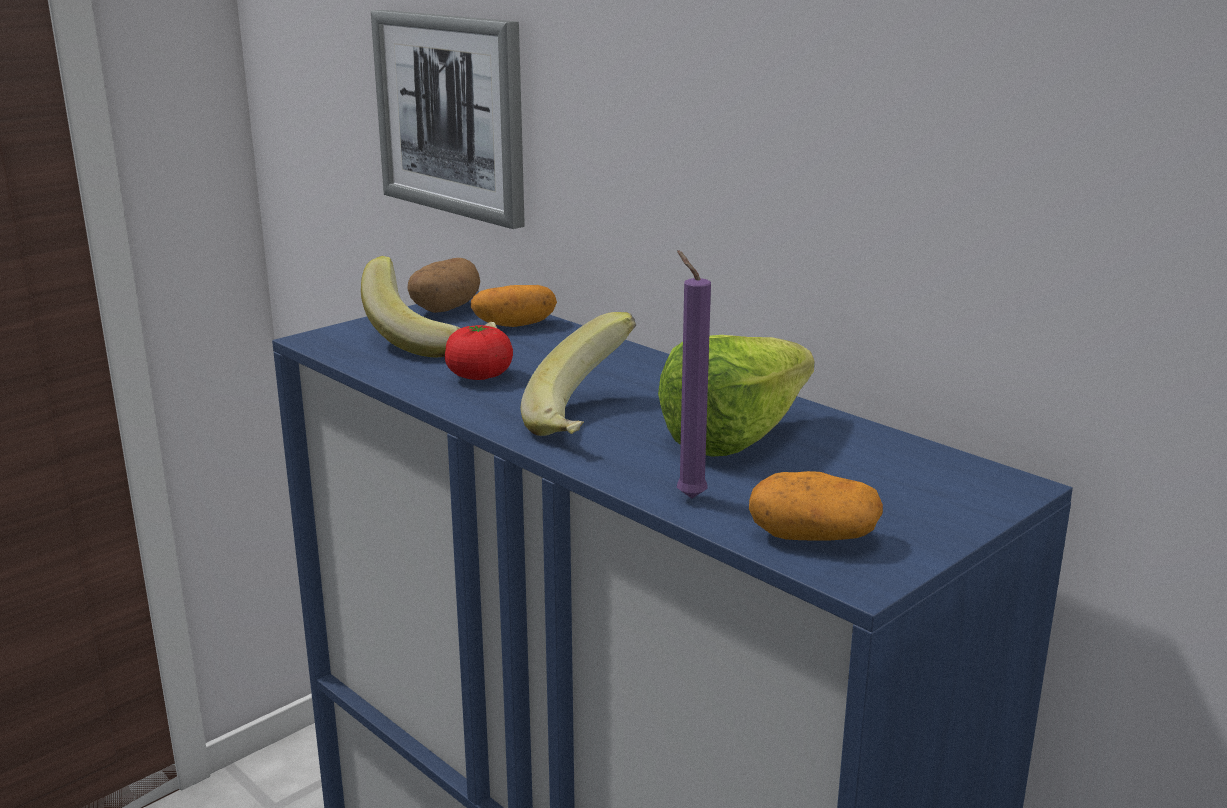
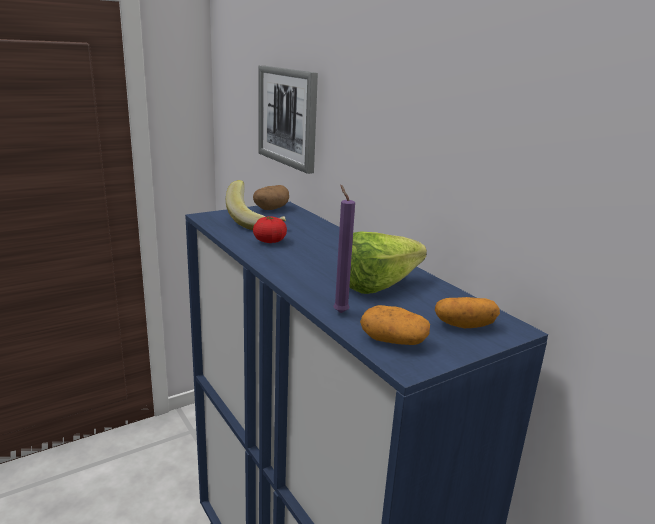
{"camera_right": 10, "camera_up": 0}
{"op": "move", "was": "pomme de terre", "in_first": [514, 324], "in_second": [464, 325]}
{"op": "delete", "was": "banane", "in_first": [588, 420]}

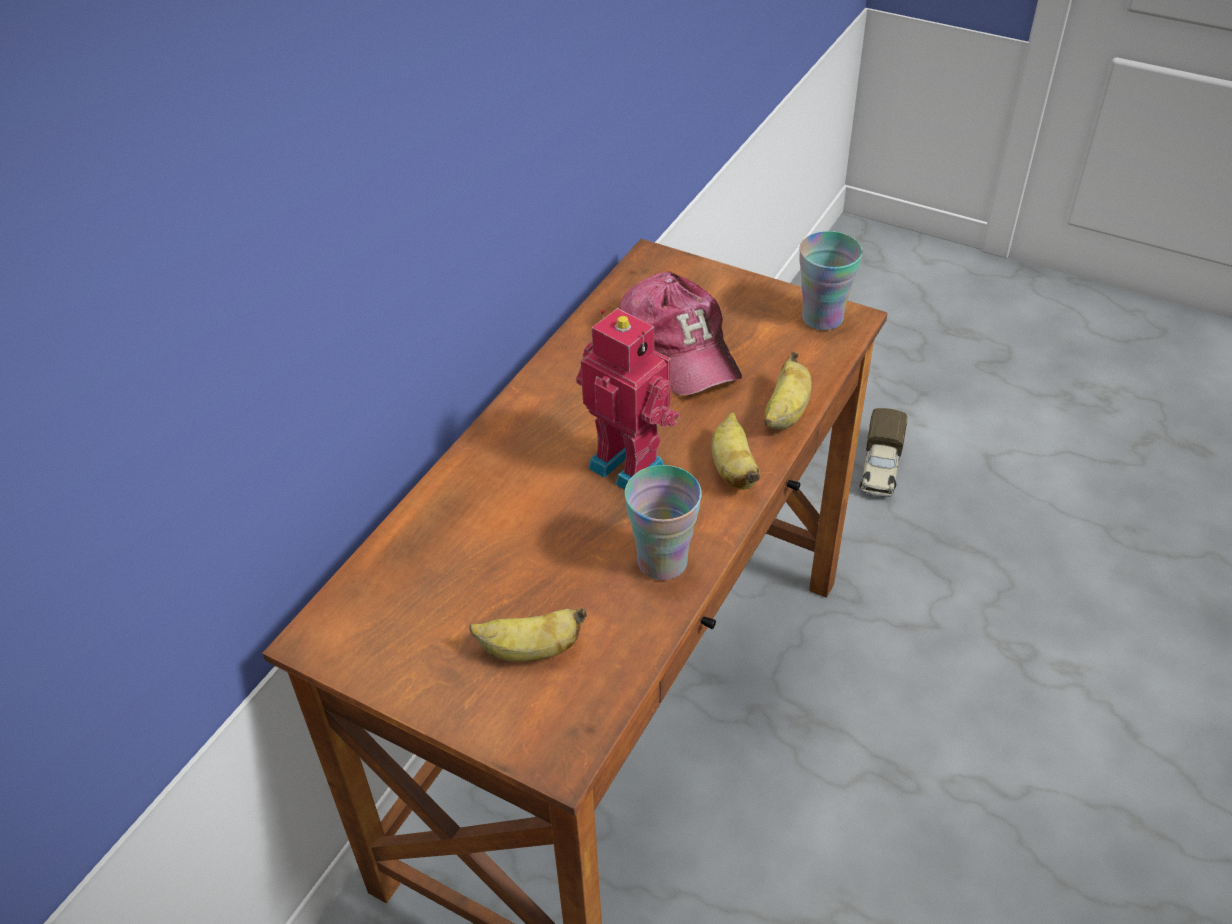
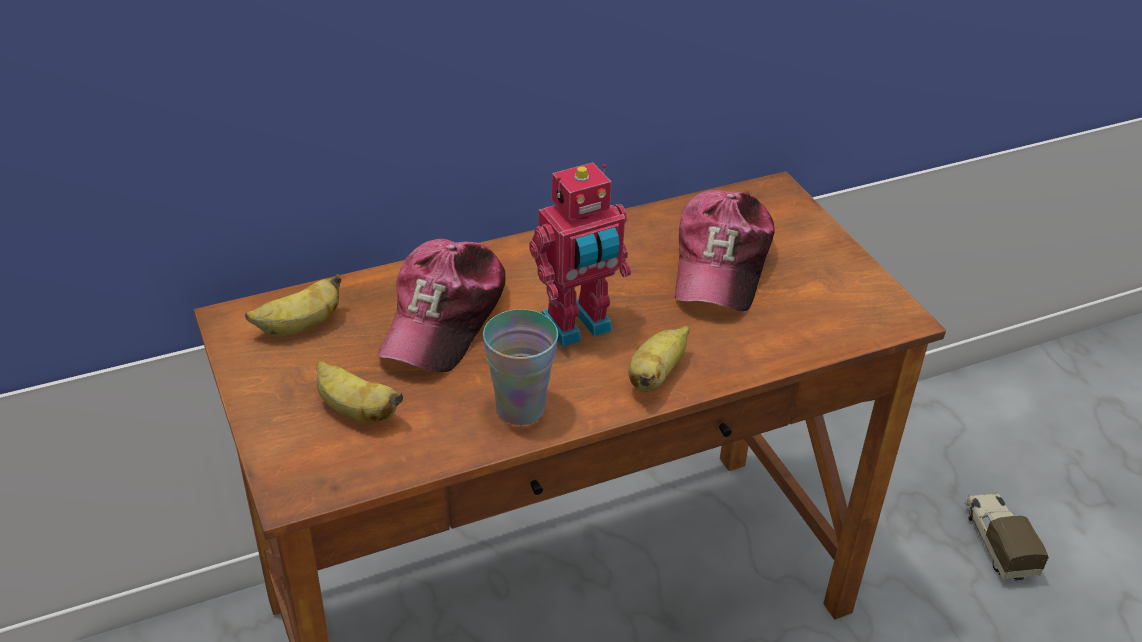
{"camera_right": 35, "camera_up": -5}
{"op": "rotate", "was": "robot jouet", "in_first": [629, 463], "in_second": [578, 327], "clockwise": 75}
{"op": "move", "was": "banane", "in_first": [785, 413], "in_second": [299, 326]}
{"op": "delete", "was": "tasse", "in_first": [822, 318]}
{"op": "rotate", "was": "camion jouet", "in_first": [880, 468], "in_second": [997, 543], "clockwise": 120}
{"op": "insert", "now": "casquette", "in_second": [444, 318]}

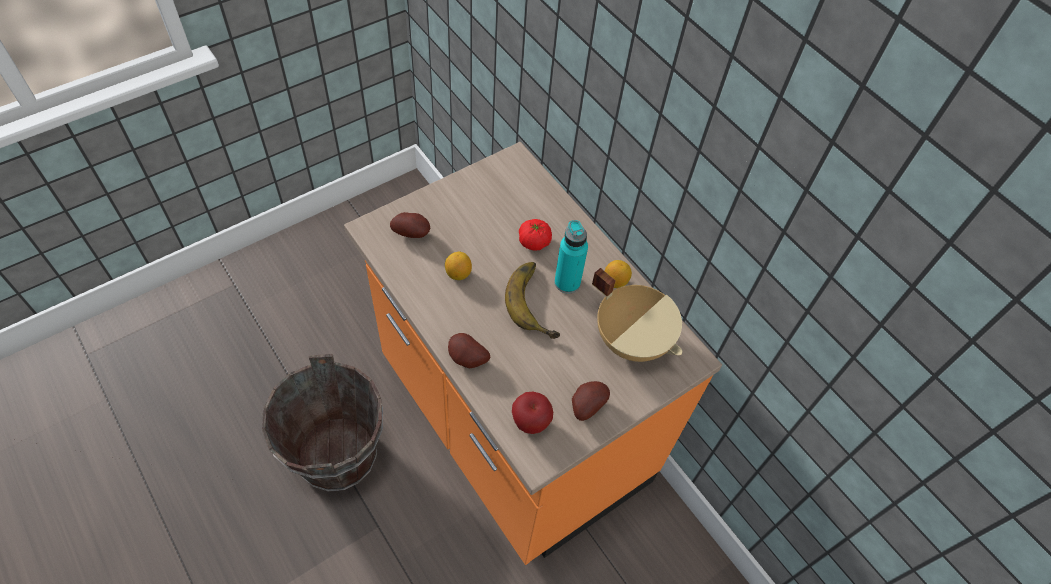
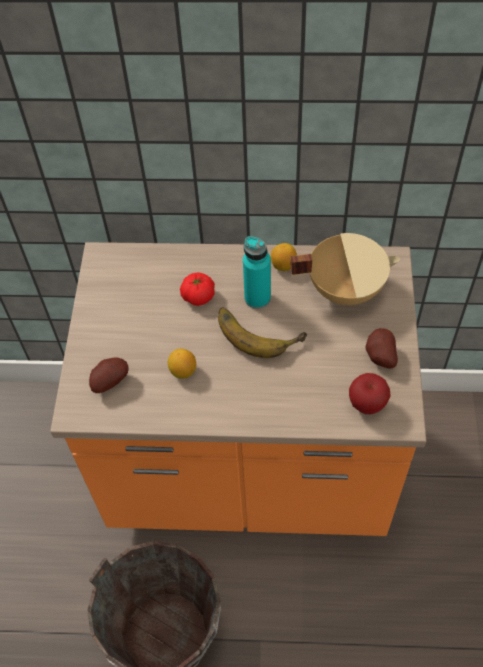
{"camera_right": -45, "camera_up": 0}
{"op": "delete", "was": "pomme de terre", "in_first": [467, 360]}

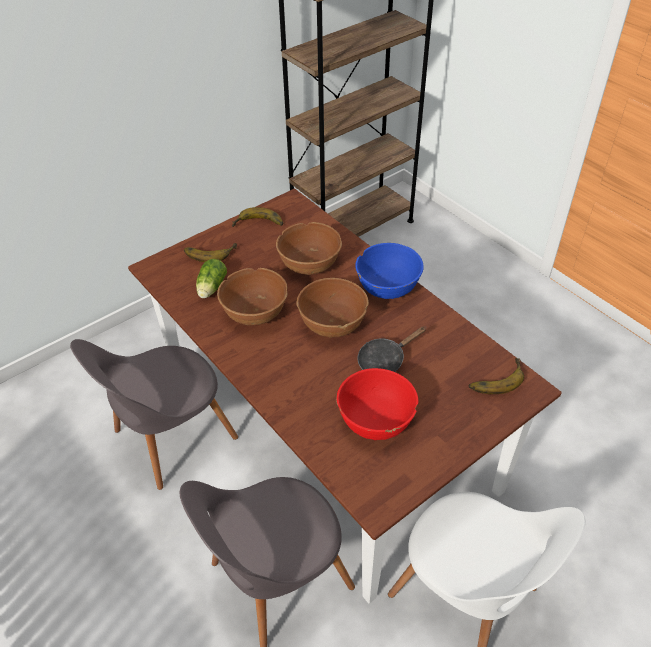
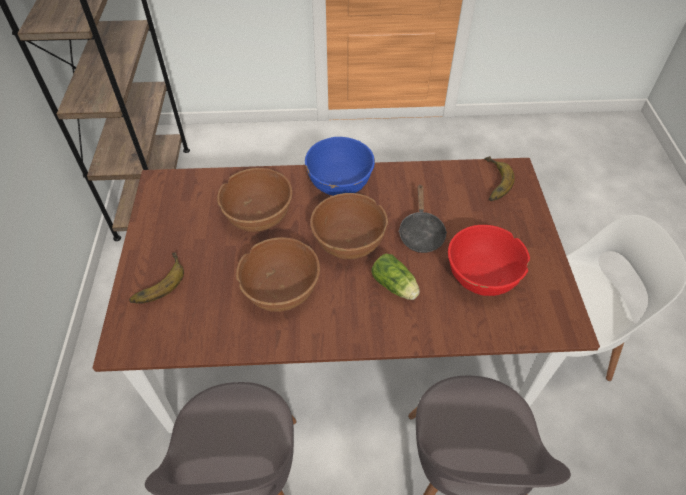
{"camera_right": -55, "camera_up": 5}
{"op": "move", "was": "laitue", "in_first": [211, 288], "in_second": [395, 287]}
{"op": "delete", "was": "banane", "in_first": [258, 225]}

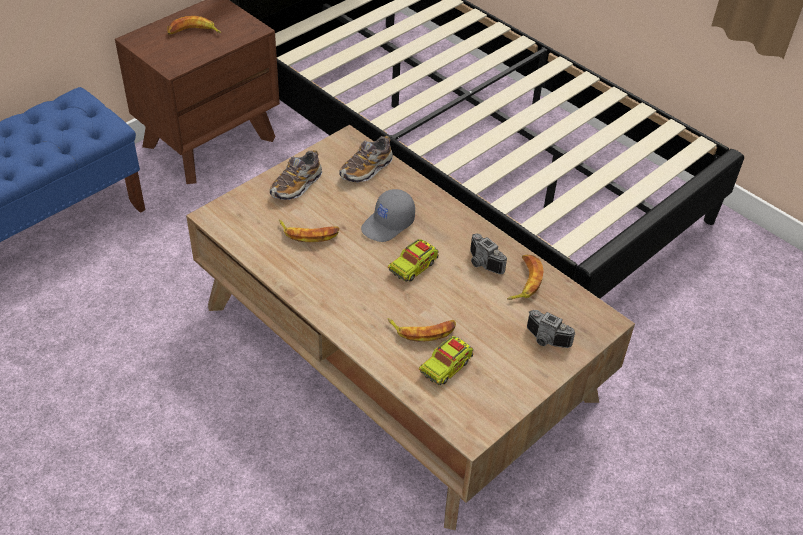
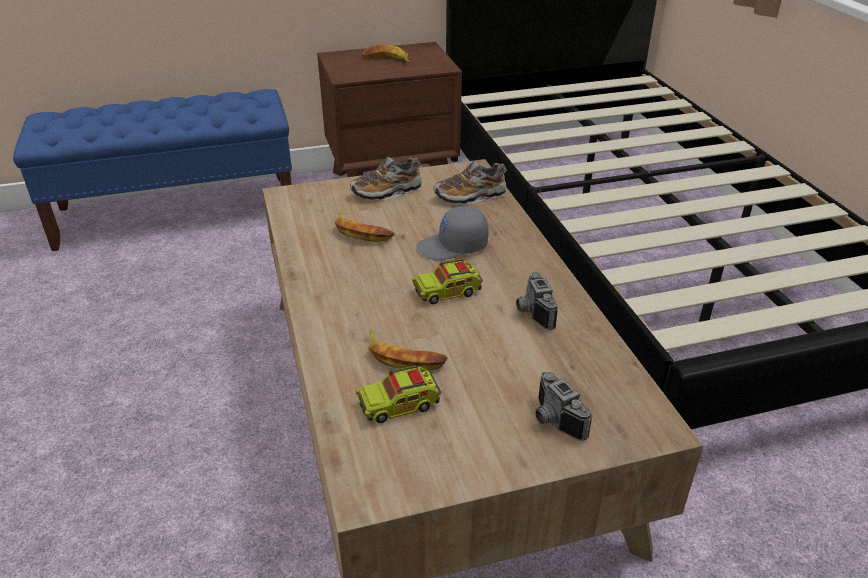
{"camera_right": 30, "camera_up": -10}
{"op": "delete", "was": "banane", "in_first": [524, 281]}

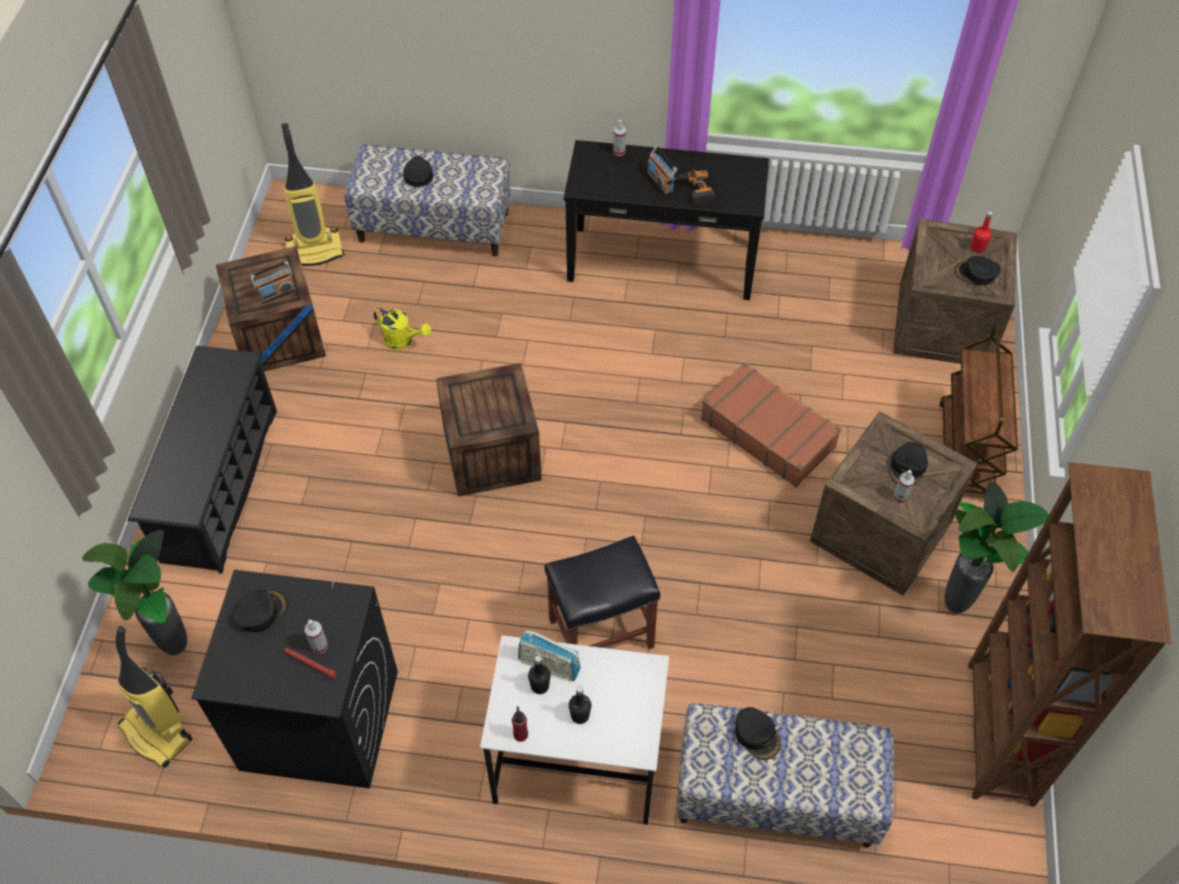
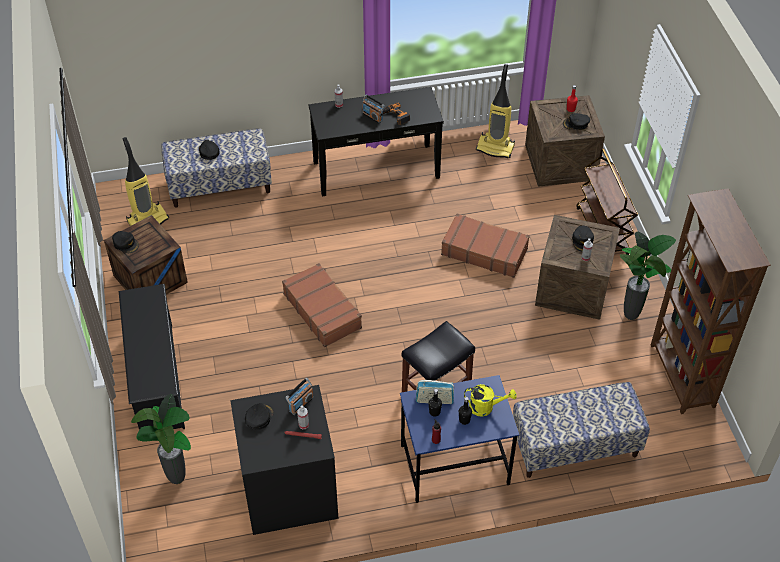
{"camera_right": -20, "camera_up": -5}
{"op": "move", "was": "aspirateur", "in_first": [158, 732], "in_second": [495, 147]}
{"op": "move", "was": "radio", "in_first": [277, 293], "in_second": [301, 404]}
{"op": "move", "was": "arrosoir (jaune)", "in_first": [403, 340], "in_second": [486, 407]}
{"op": "replace", "was": "caisse", "now": "valise (marron)", "in_first": [492, 454], "in_second": [322, 310]}
{"op": "recolor", "was": "bureau (blanc)", "now": "bureau (bleu)", "in_first": [576, 762], "in_second": [454, 465]}
{"op": "move", "was": "casquette (noir)", "in_first": [757, 735], "in_second": [126, 244]}

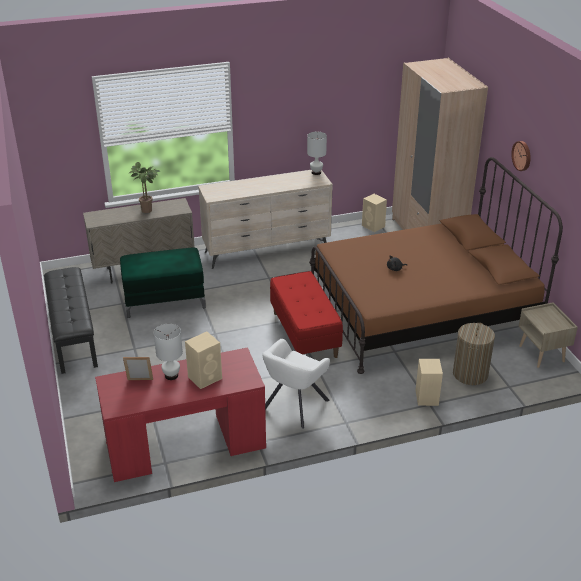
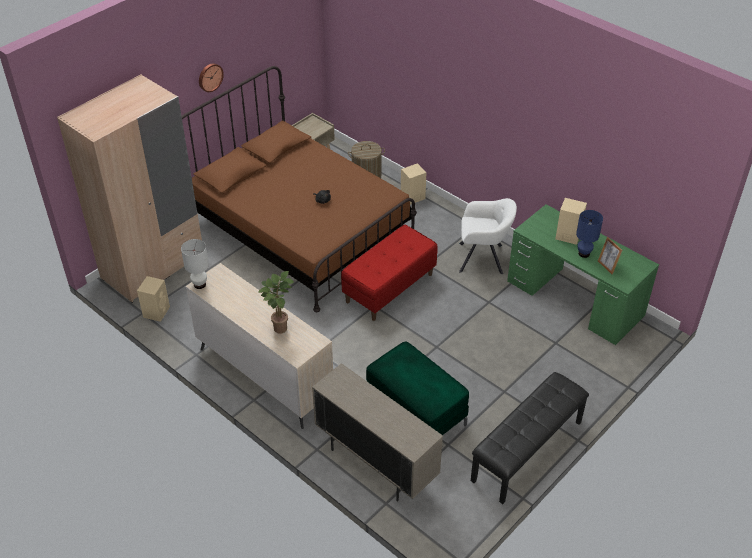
{"camera_right": -120, "camera_up": 10}
{"op": "recolor", "was": "bureau (rouge)", "now": "bureau (vert)", "in_first": [184, 442], "in_second": [575, 298]}
{"op": "move", "was": "plante en pot", "in_first": [148, 210], "in_second": [279, 327]}
{"op": "recolor", "was": "lampe de table (blanc)", "now": "lampe de table (bleu)", "in_first": [172, 375], "in_second": [583, 253]}

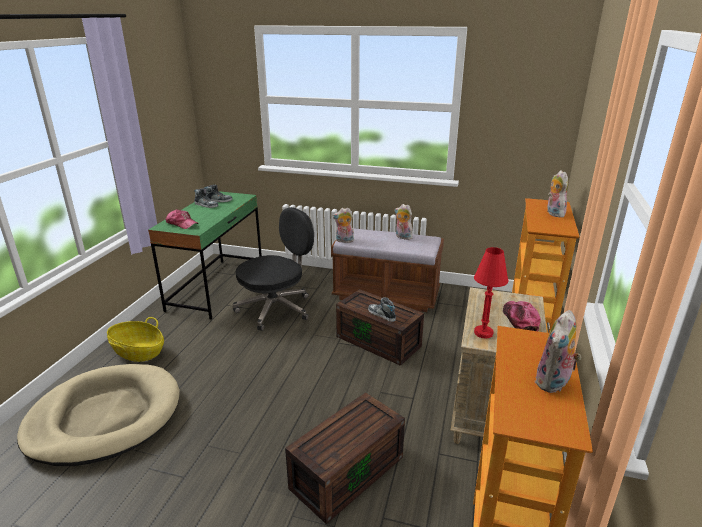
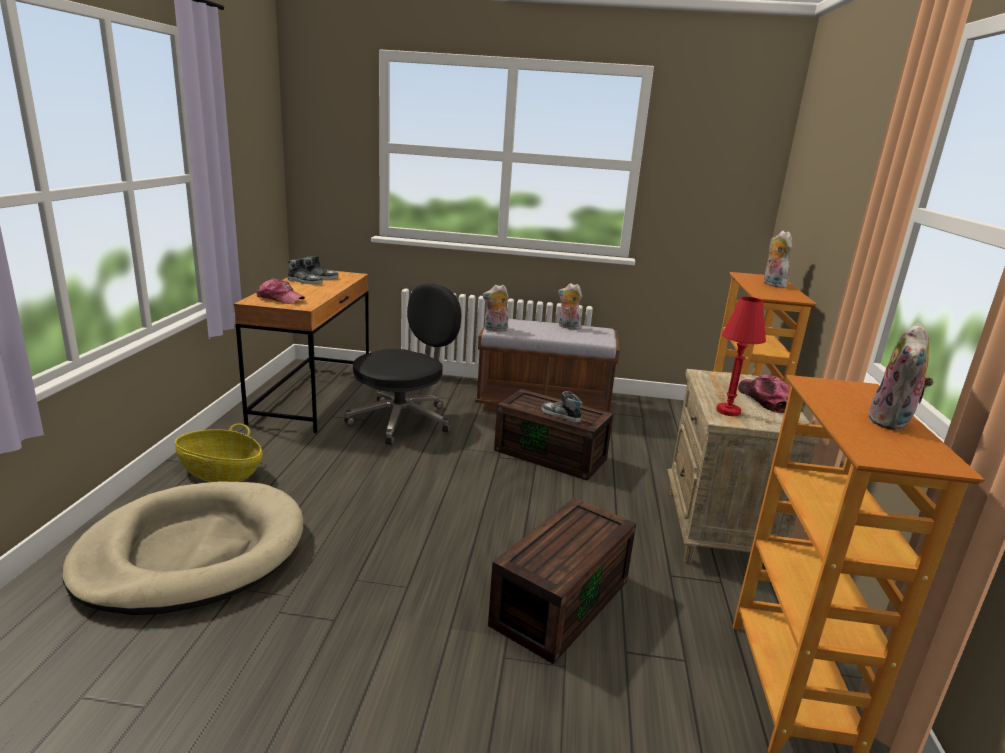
{"camera_right": -10, "camera_up": -5}
{"op": "recolor", "was": "bureau (vert)", "now": "bureau (marron)", "in_first": [217, 287], "in_second": [313, 397]}

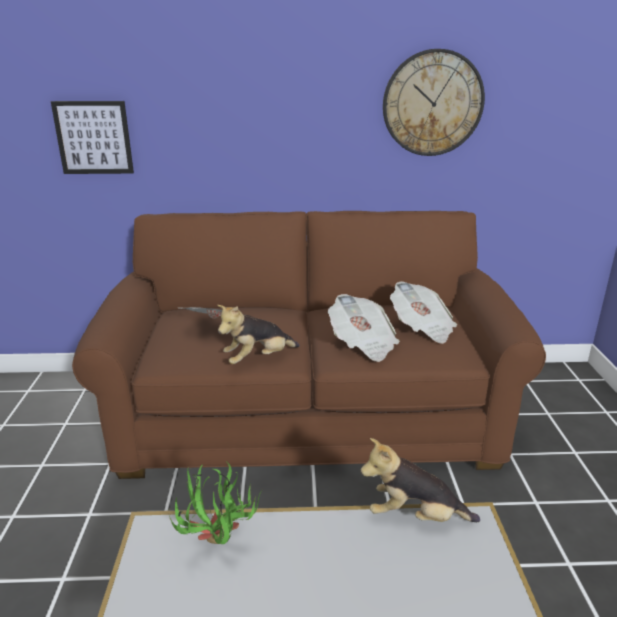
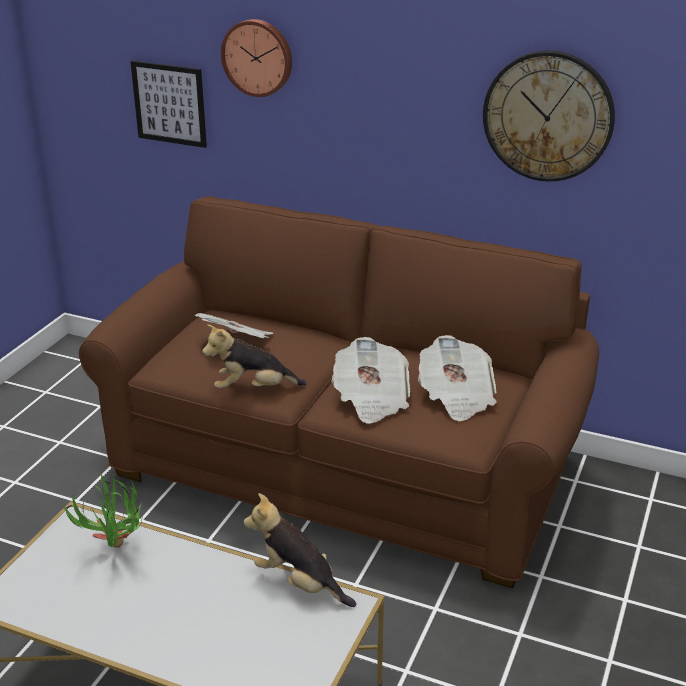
{"camera_right": 25, "camera_up": 5}
{"op": "insert", "now": "horloge murale", "in_second": [258, 57]}

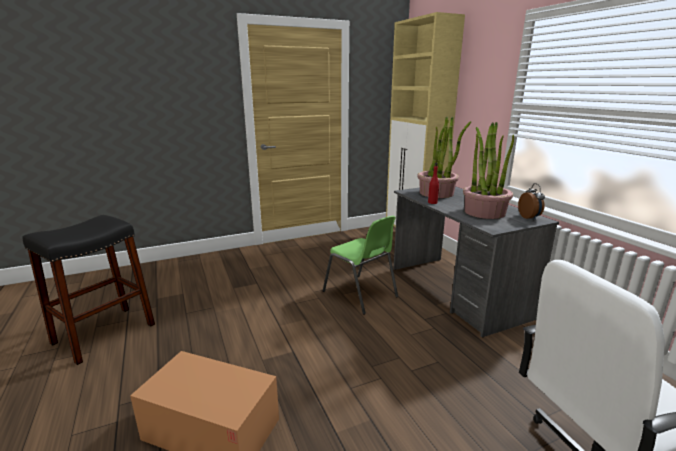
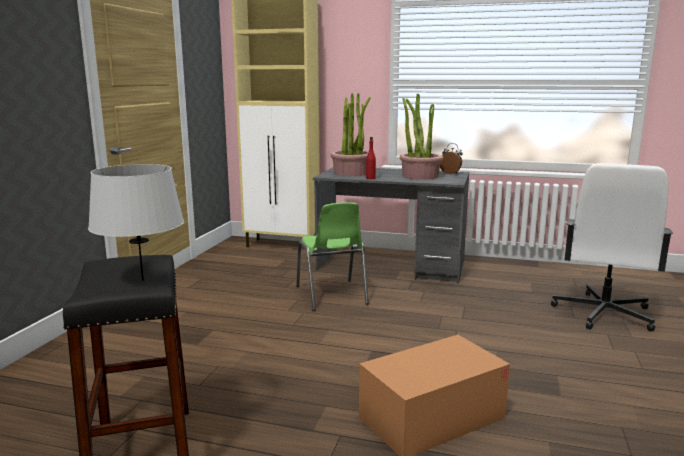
{"camera_right": -50, "camera_up": -5}
{"op": "rotate", "was": "chaise (vert)", "in_first": [361, 294], "in_second": [331, 295], "clockwise": 75}
{"op": "insert", "now": "lampe de table (gris)", "in_second": [143, 280]}

